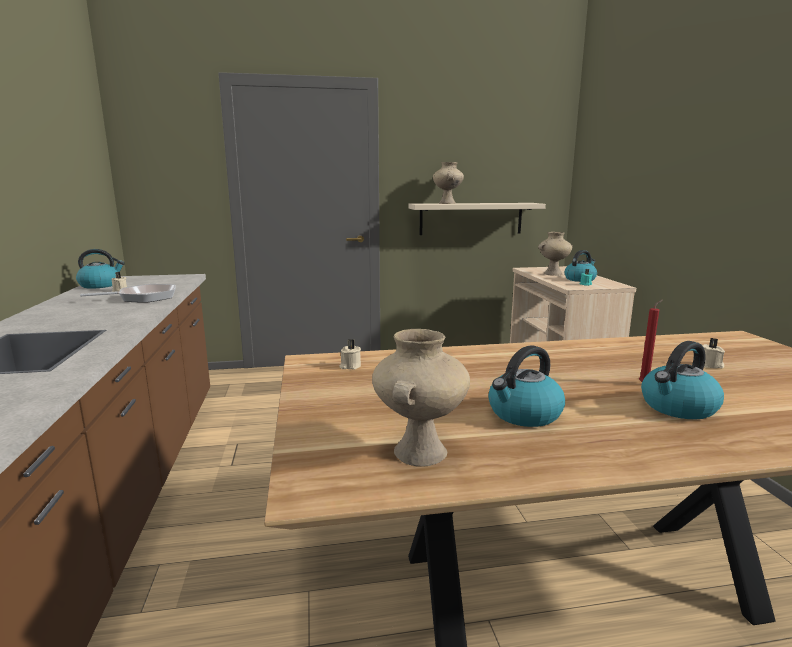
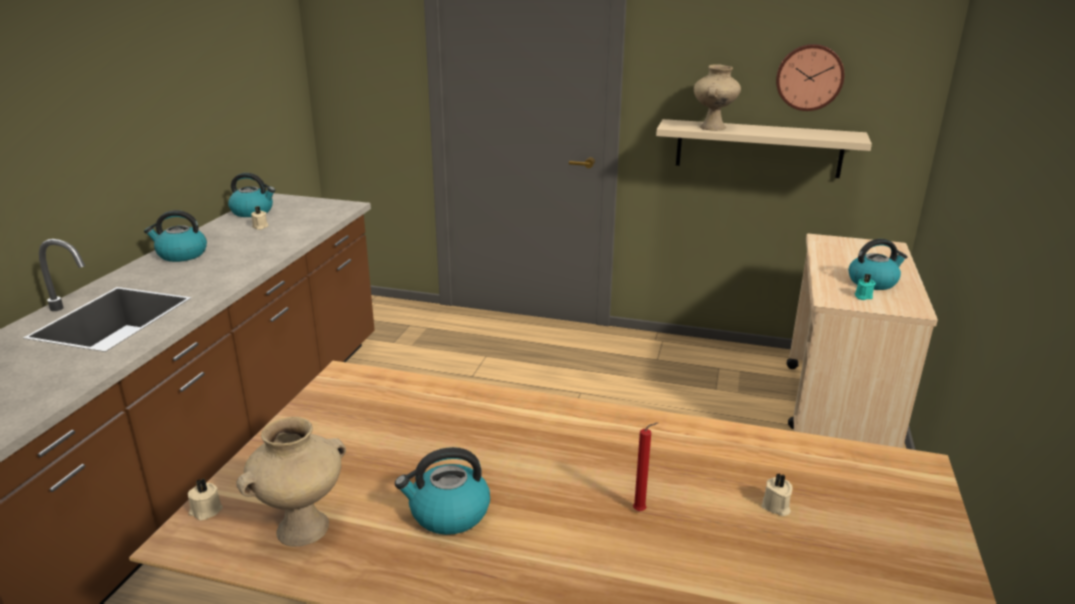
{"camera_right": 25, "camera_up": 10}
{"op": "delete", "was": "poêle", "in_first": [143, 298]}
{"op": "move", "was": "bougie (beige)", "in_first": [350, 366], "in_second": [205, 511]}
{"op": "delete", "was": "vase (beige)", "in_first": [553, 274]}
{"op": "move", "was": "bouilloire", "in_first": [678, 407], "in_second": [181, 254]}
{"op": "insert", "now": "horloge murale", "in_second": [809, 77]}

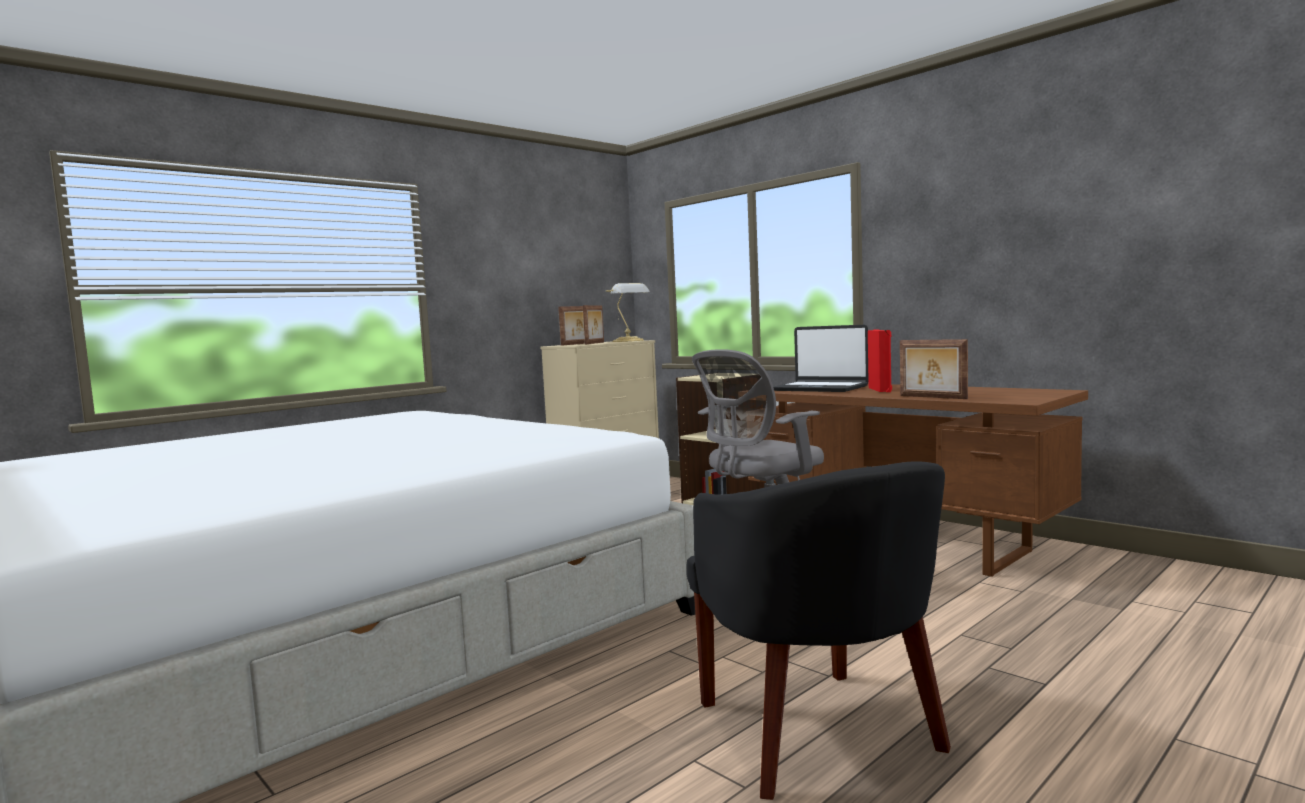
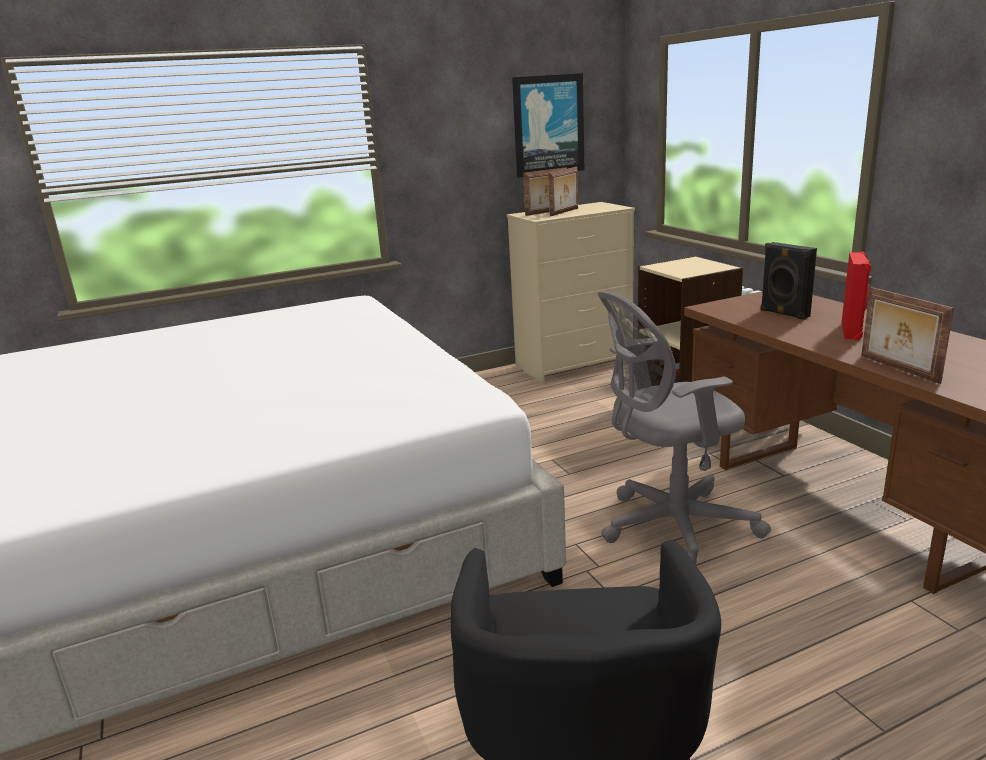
{"camera_right": 20, "camera_up": 15}
{"op": "delete", "was": "lampe de table", "in_first": [629, 341]}
{"op": "replace", "was": "ordinateur portable", "now": "enceinte (noir)", "in_first": [820, 388], "in_second": [783, 314]}
{"op": "insert", "now": "tableau", "in_second": [548, 125]}

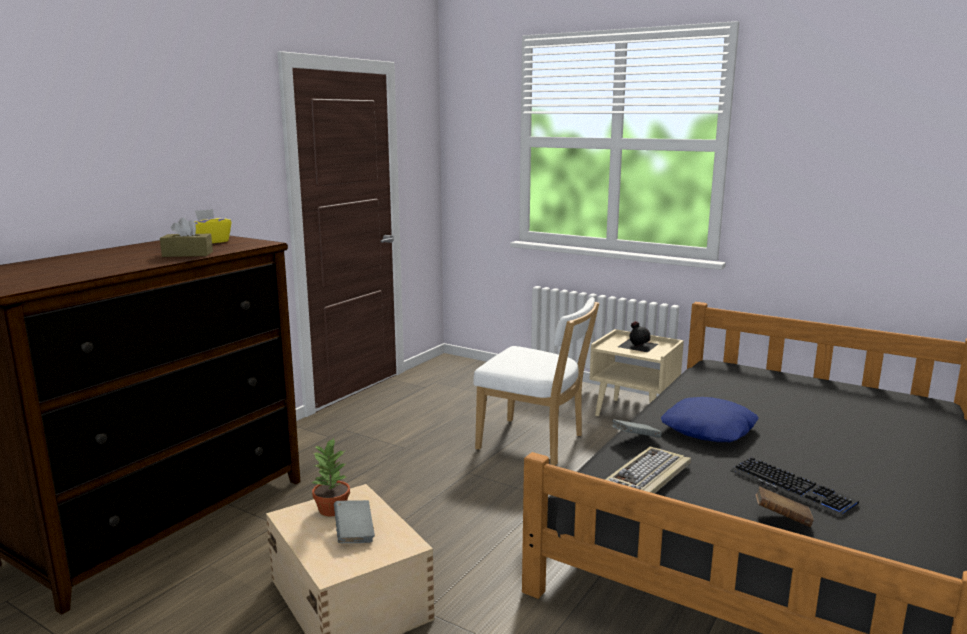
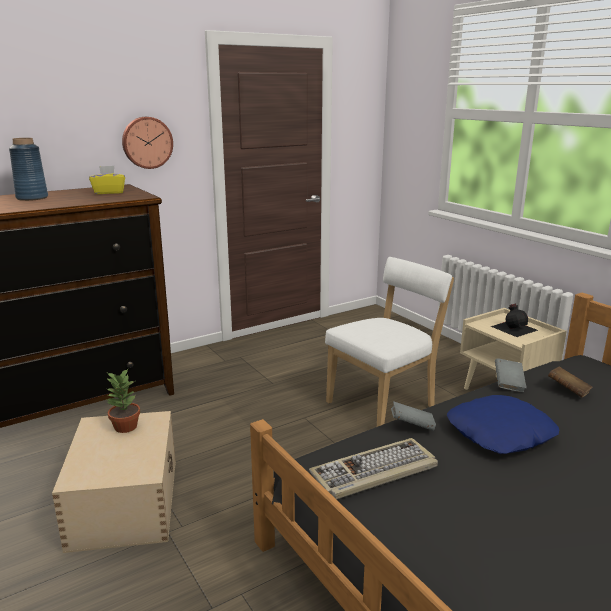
{"camera_right": 25, "camera_up": 5}
{"op": "delete", "was": "boîte à mouchoirs (marron)", "in_first": [187, 254]}
{"op": "move", "was": "livre (gris)", "in_first": [354, 533], "in_second": [508, 384]}
{"op": "rotate", "was": "chaise (blanc)", "in_first": [535, 443], "in_second": [384, 403], "clockwise": -90}
{"op": "delete", "was": "clavier", "in_first": [791, 488]}
{"op": "move", "was": "livre (marron)", "in_first": [782, 519], "in_second": [568, 391]}
{"op": "insert", "now": "vase (bleu)", "in_second": [32, 198]}
{"op": "insert", "now": "horloge murale", "in_second": [147, 142]}

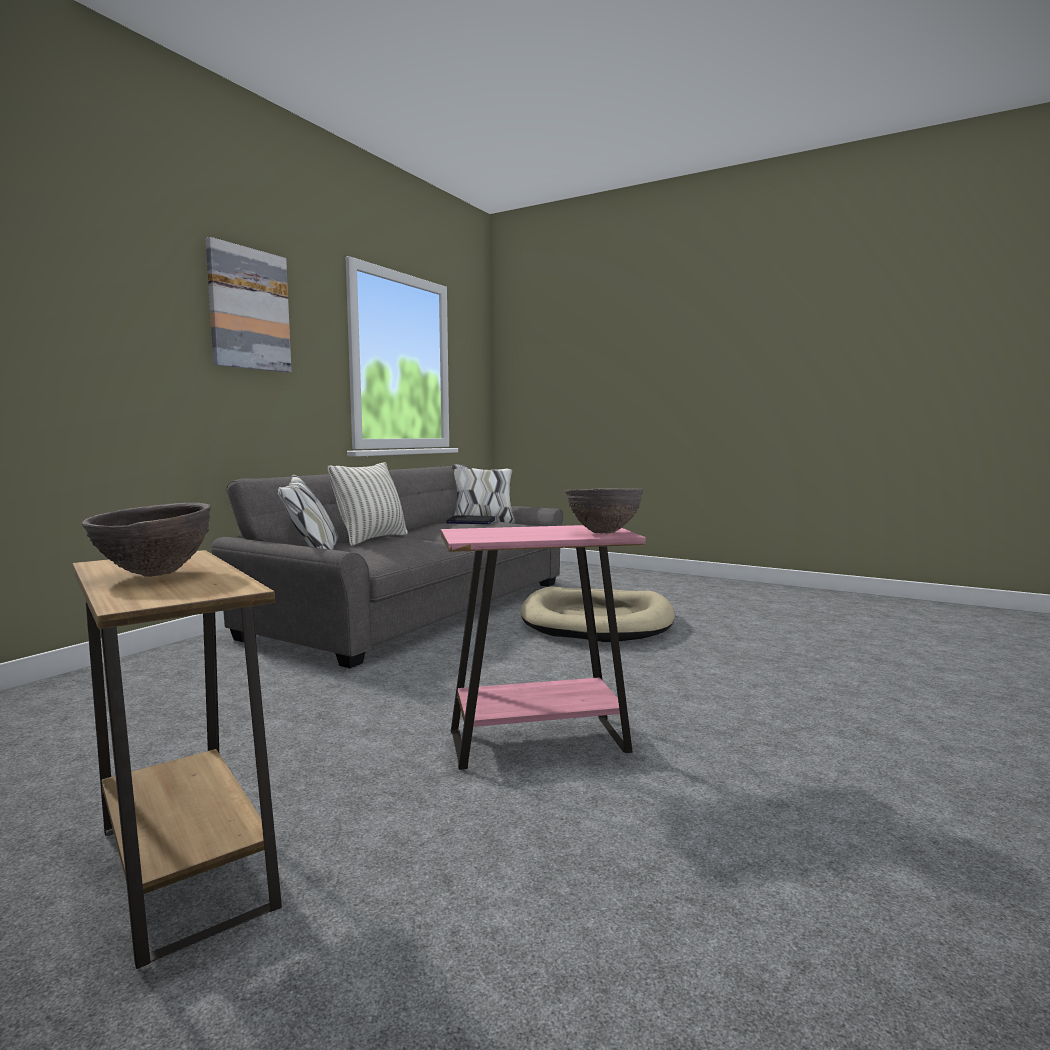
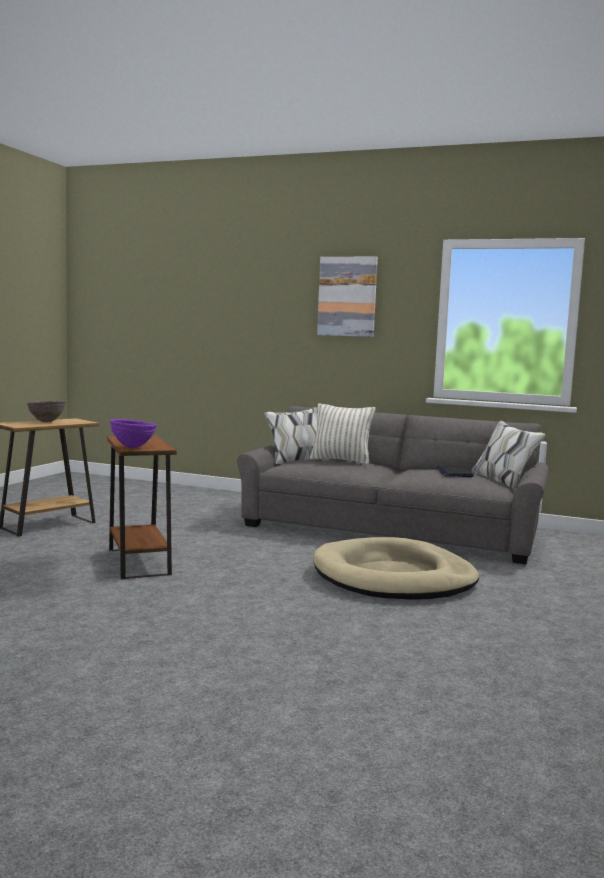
{"camera_right": 80, "camera_up": 0}
{"op": "recolor", "was": "table d'appoint (rose)", "now": "table d'appoint (marron)", "in_first": [538, 741], "in_second": [138, 562]}
{"op": "recolor", "was": "bol (marron)", "now": "bol (violet)", "in_first": [603, 533], "in_second": [133, 447]}

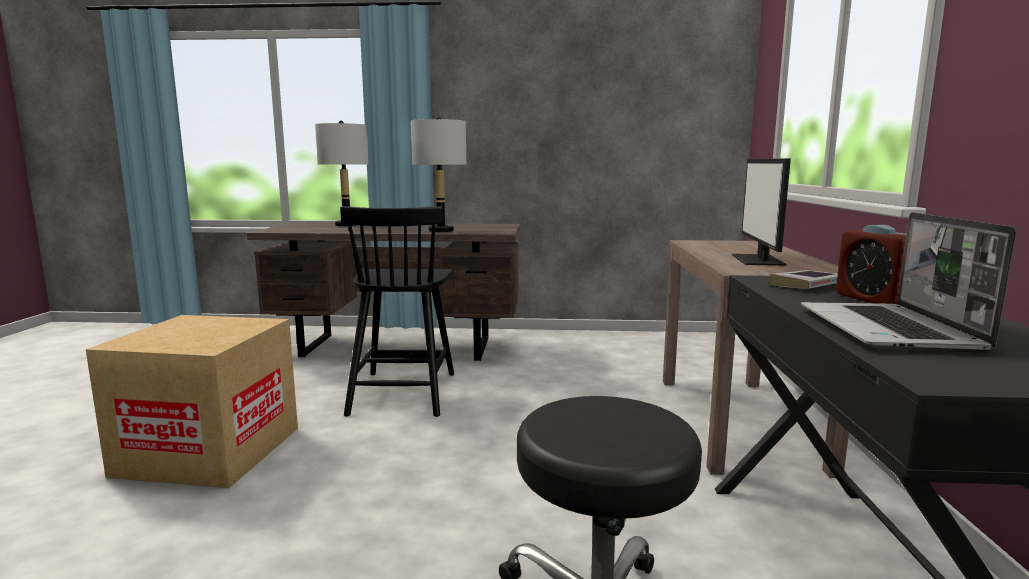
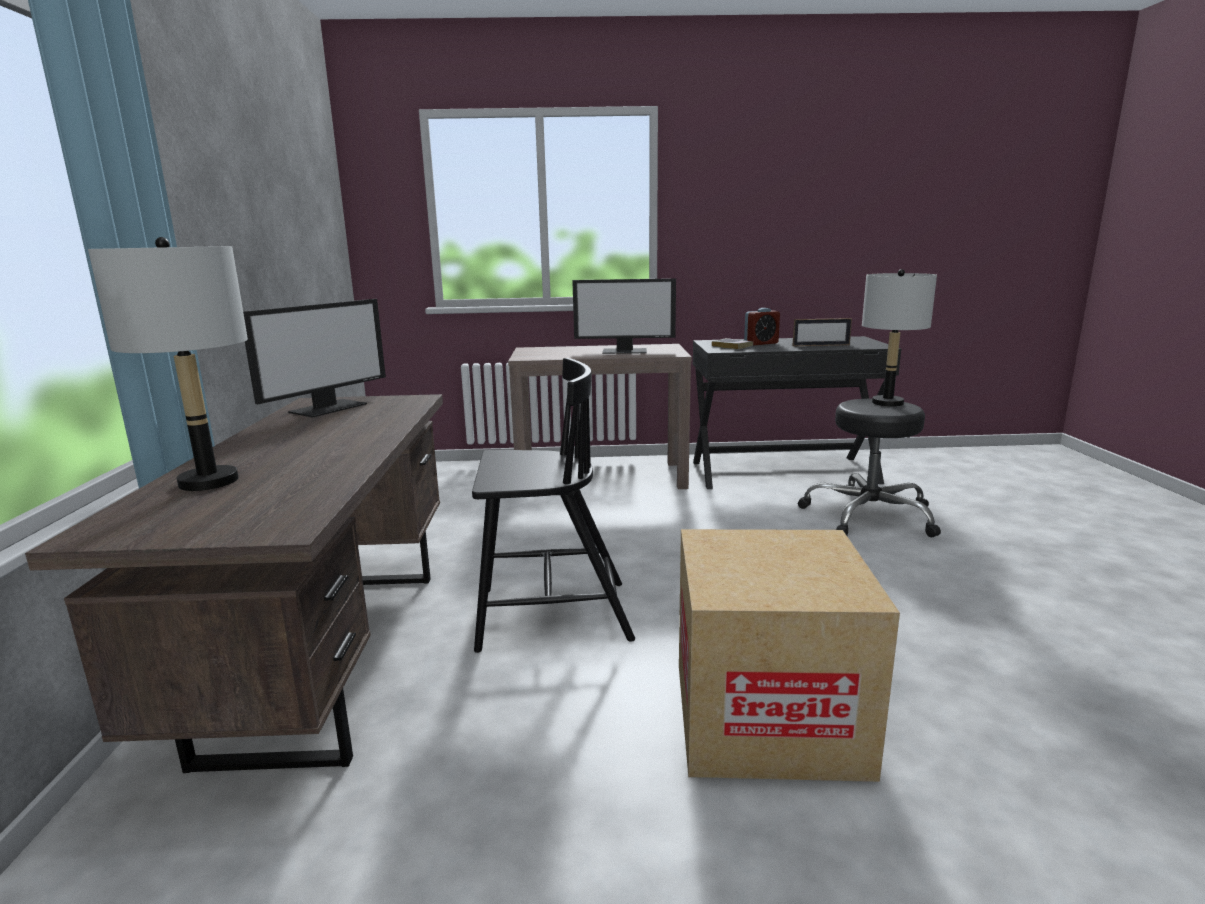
{"camera_right": -95, "camera_up": 5}
{"op": "move", "was": "lampe de table (gris)", "in_first": [441, 231], "in_second": [887, 403]}
{"op": "replace", "was": "ordinateur portable", "now": "cadre photo", "in_first": [889, 330], "in_second": [821, 345]}
{"op": "insert", "now": "écran d'ordinateur", "in_second": [328, 408]}

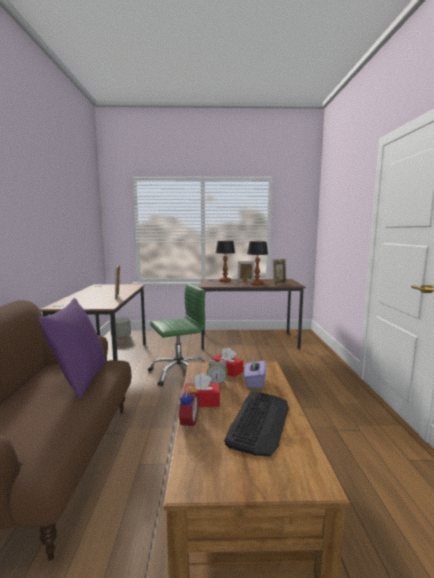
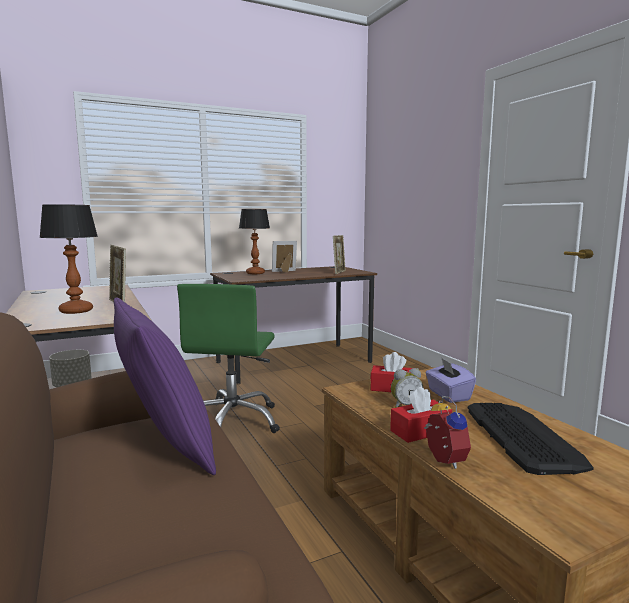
{"camera_right": -25, "camera_up": 0}
{"op": "rotate", "was": "chaise de bureau (vert)", "in_first": [179, 372], "in_second": [233, 422], "clockwise": 150}
{"op": "move", "was": "lampe de table", "in_first": [256, 284], "in_second": [75, 311]}

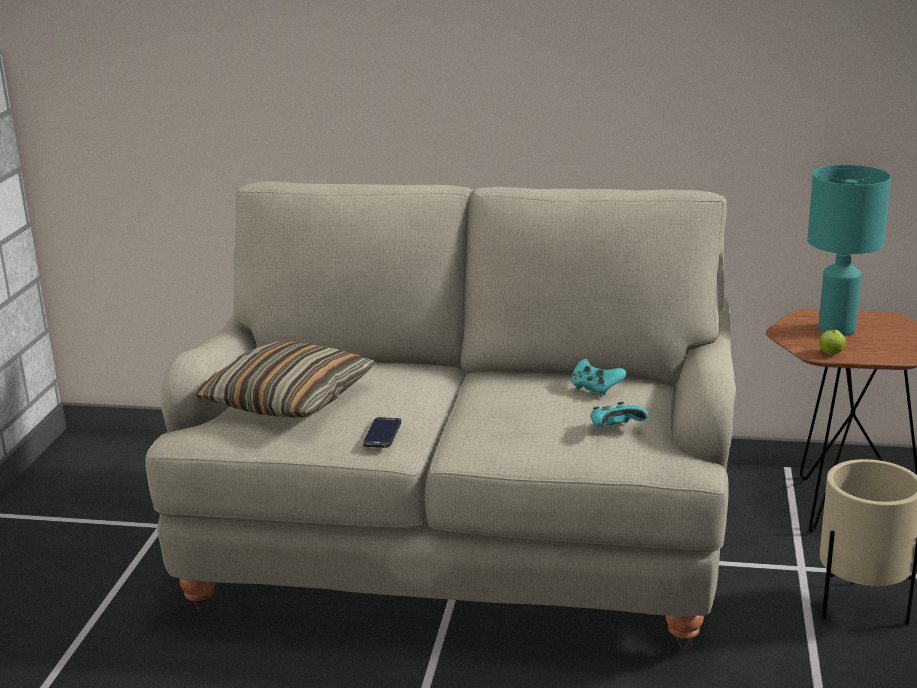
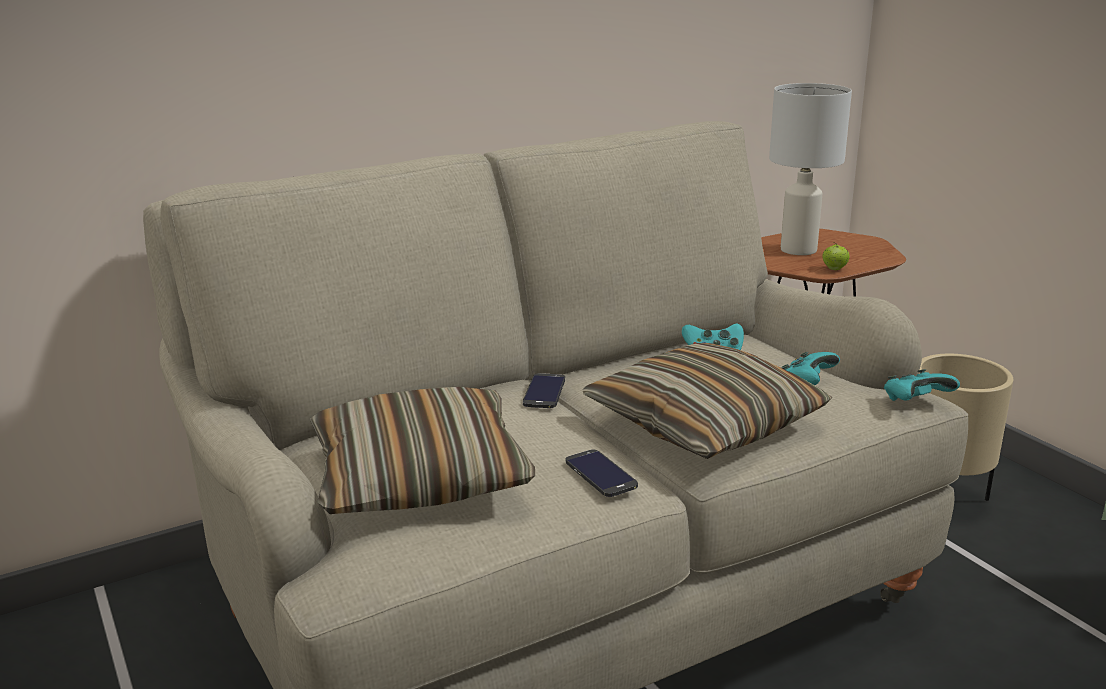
{"camera_right": -40, "camera_up": 0}
{"op": "recolor", "was": "lampe de table (turquoise)", "now": "lampe de table (blanc)", "in_first": [835, 329], "in_second": [797, 250]}
{"op": "insert", "now": "téléphone", "in_second": [544, 391]}
{"op": "insert", "now": "coussin", "in_second": [704, 423]}
{"op": "insert", "now": "manette (turquoise)", "in_second": [916, 402]}

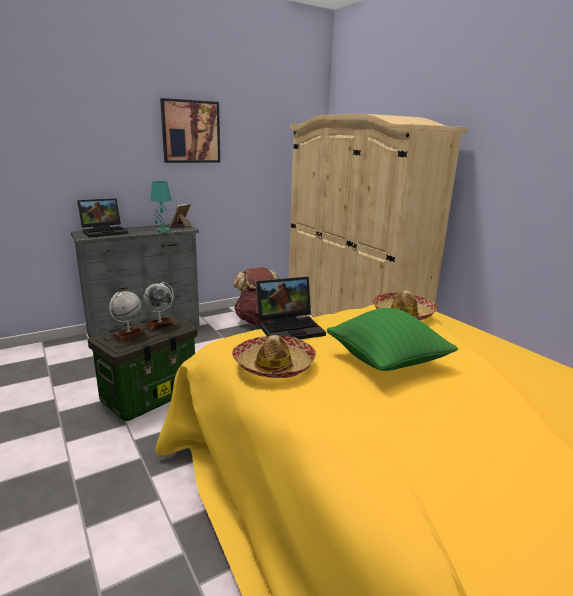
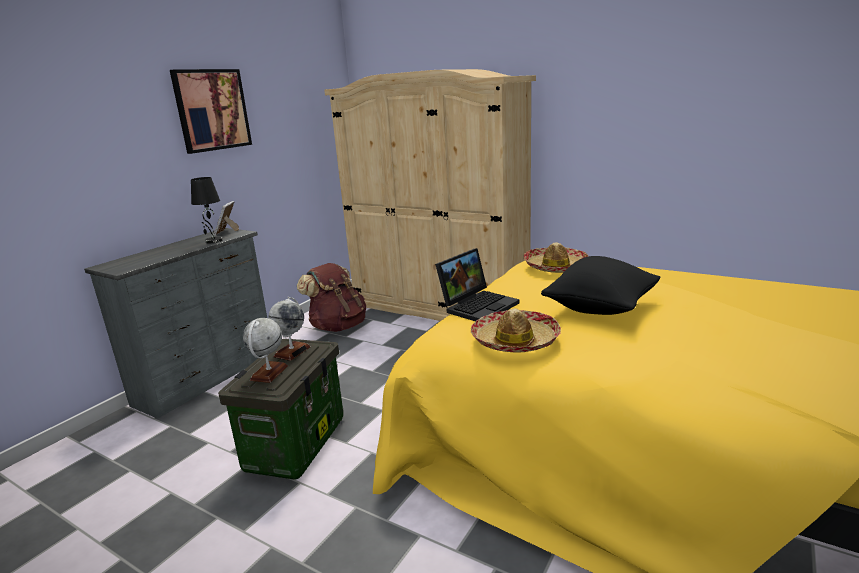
{"camera_right": -25, "camera_up": 0}
{"op": "delete", "was": "ordinateur portable", "in_first": [105, 231]}
{"op": "recolor", "was": "lampe de table (turquoise)", "now": "lampe de table (noir)", "in_first": [162, 230], "in_second": [213, 241]}
{"op": "recolor", "was": "coussin (vert)", "now": "coussin (noir)", "in_first": [386, 362], "in_second": [600, 309]}

